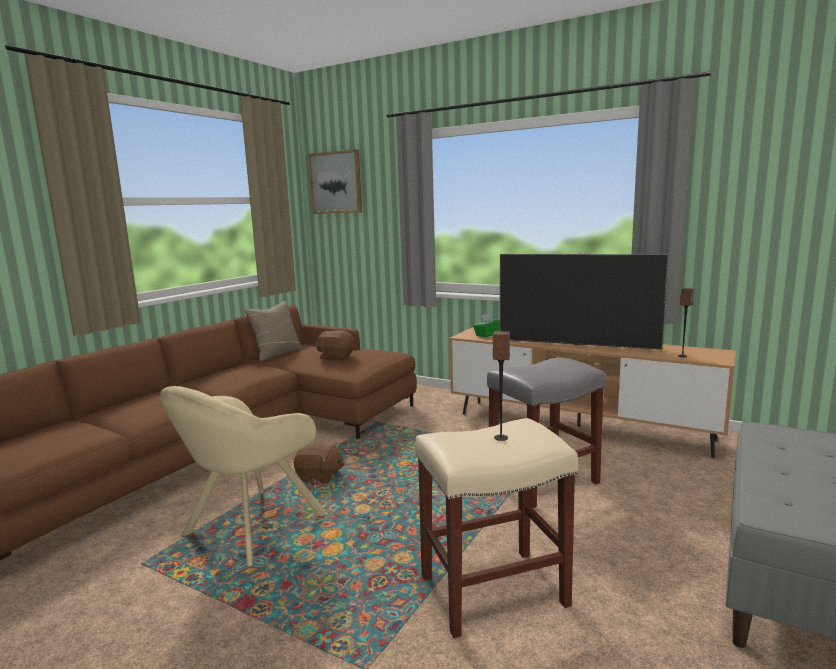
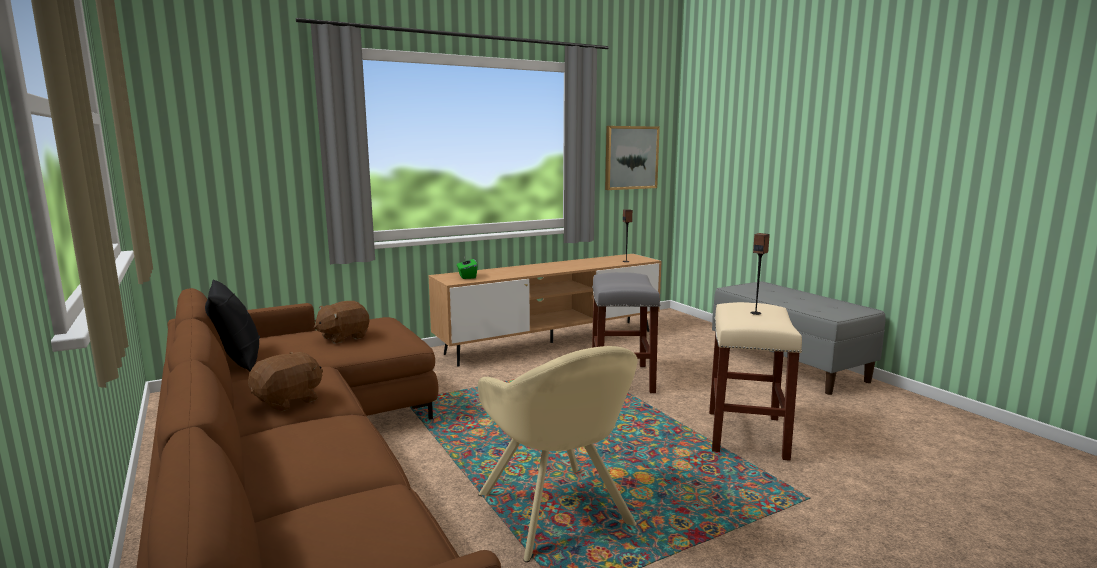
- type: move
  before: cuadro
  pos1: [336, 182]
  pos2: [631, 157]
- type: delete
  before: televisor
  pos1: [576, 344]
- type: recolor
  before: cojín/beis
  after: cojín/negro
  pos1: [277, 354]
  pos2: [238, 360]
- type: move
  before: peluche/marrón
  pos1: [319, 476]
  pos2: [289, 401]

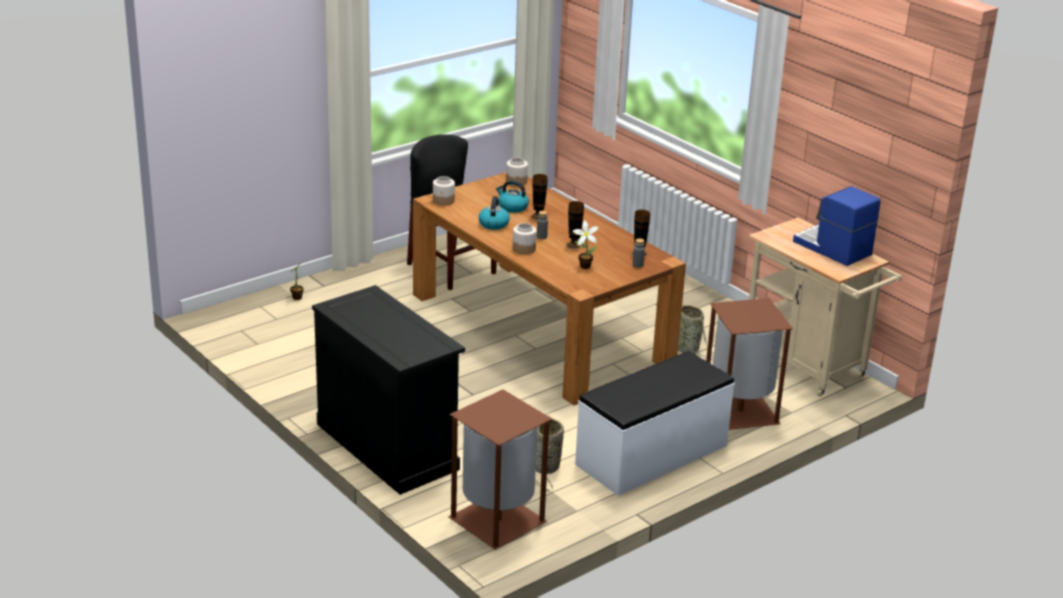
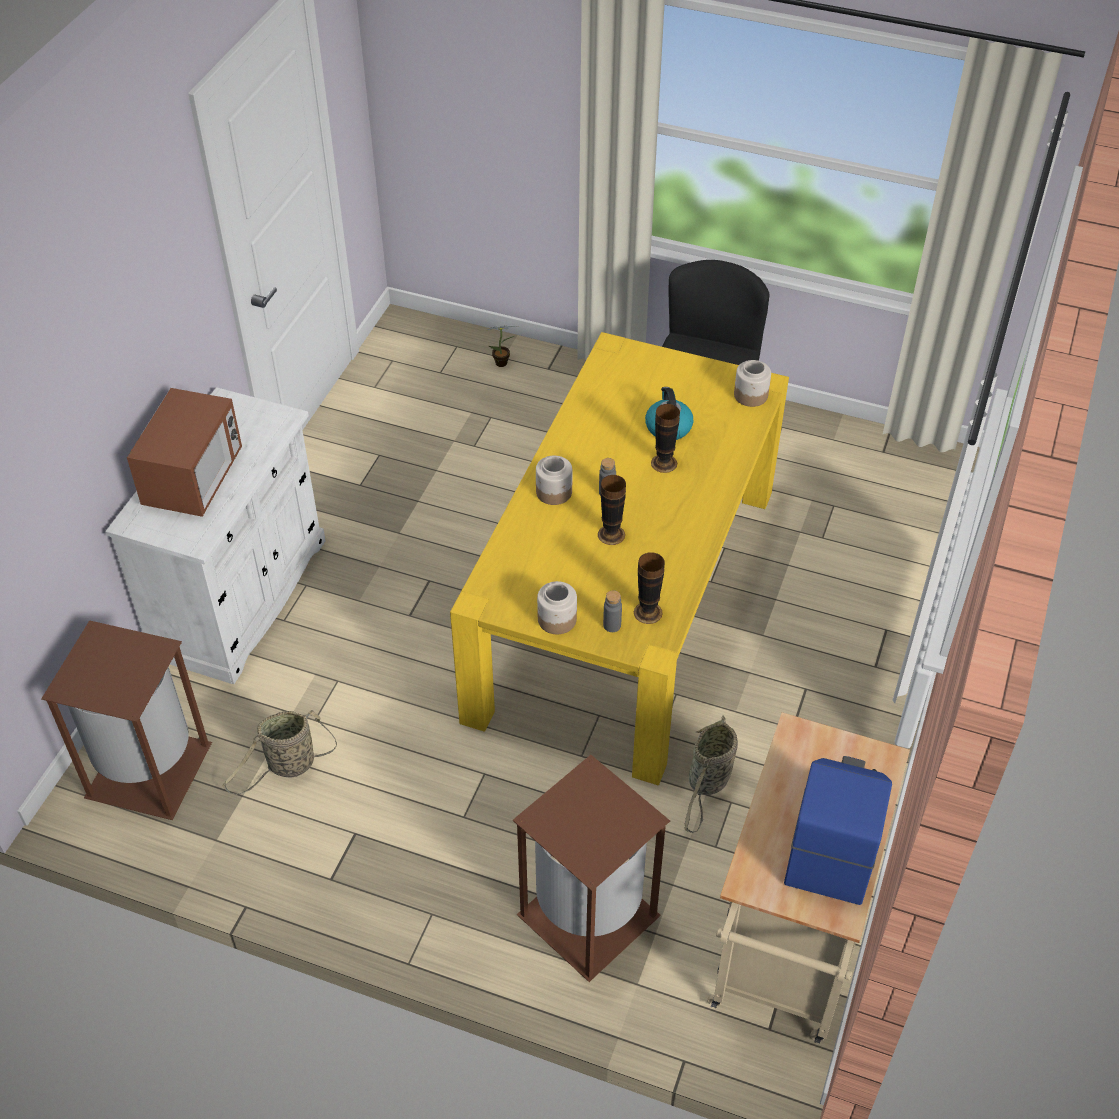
- type: recolor
  before: mesa de comedor/marrón
  after: mesa de comedor/amarillo
  pos1: [540, 328]
  pos2: [625, 601]
- type: move
  before: tarro
  pos1: [443, 201]
  pos2: [556, 620]
- type: delete
  before: hervidor
  pos1: [493, 224]
- type: delete
  before: planta en maceta
  pos1: [583, 266]
- type: recolor
  before: armario/negro
  after: armario/blanco
  pos1: [387, 446]
  pos2: [240, 597]
- type: delete
  before: banco/blanco
  pos1: [652, 455]
- type: insert
  after: microondas
  pos2: [194, 480]

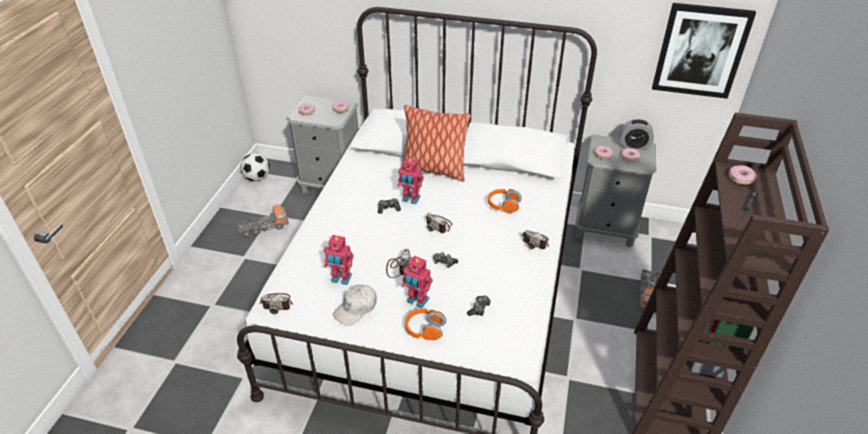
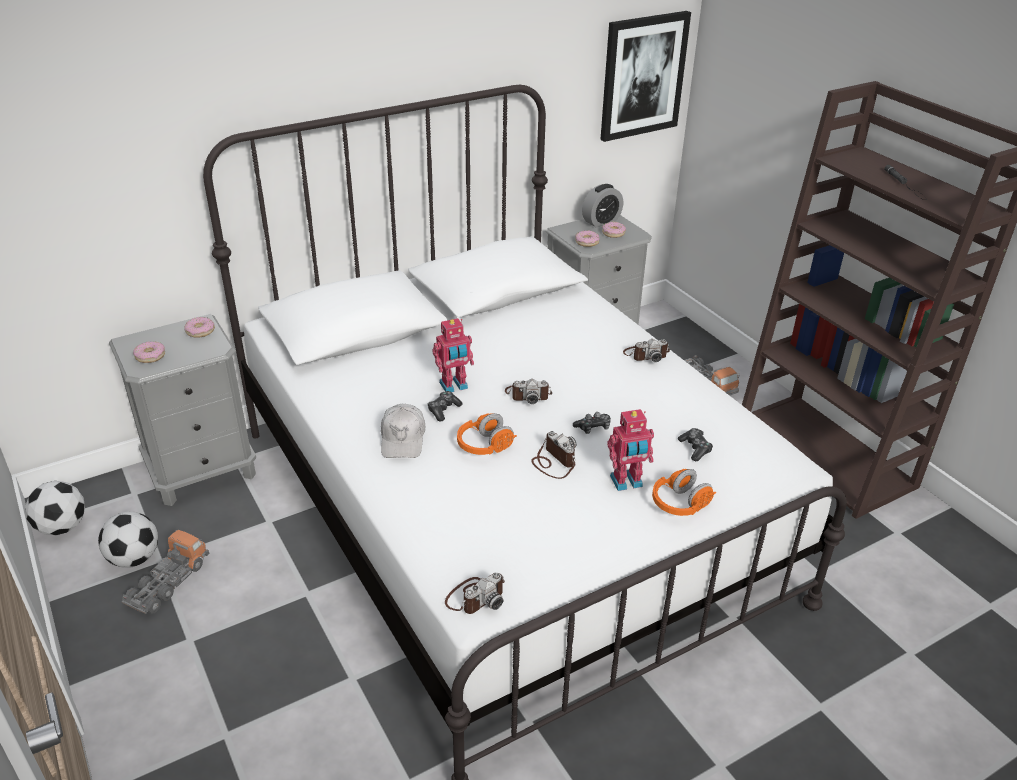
- type: delete
  before: cojín
  pos1: [434, 170]
- type: delete
  before: rosquilla
  pos1: [741, 178]
- type: move
  before: auriculares/naranja
  pos1: [503, 206]
  pos2: [484, 446]
- type: delete
  before: robot de juguete
  pos1: [341, 279]
- type: move
  before: gorra/blanco
  pos1: [356, 308]
  pos2: [403, 439]
- type: insert
  after: balón de fútbol
  pos2: [134, 558]

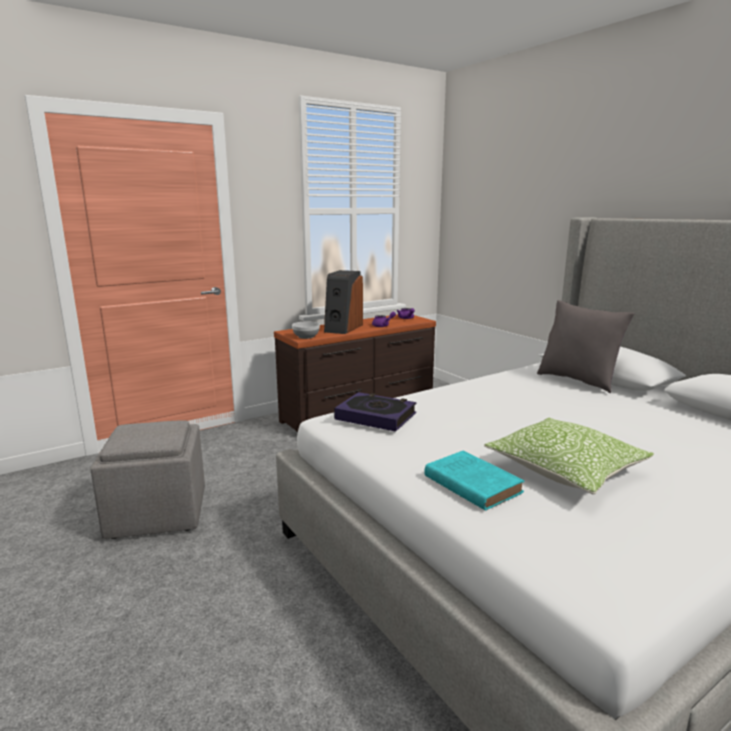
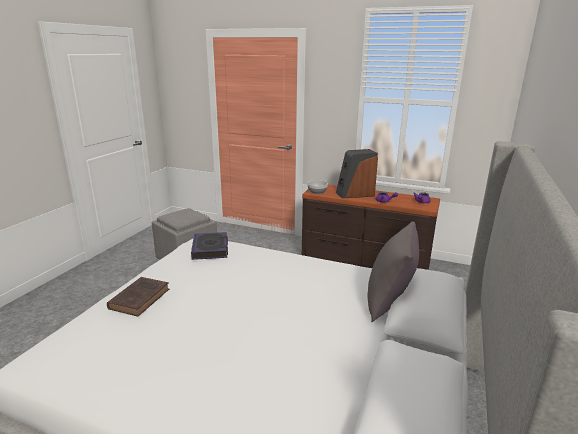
- type: delete
  before: cojín
  pos1: [565, 469]
- type: recolor
  before: libro/turquesa
  after: libro/marrón
  pos1: [470, 483]
  pos2: [140, 298]

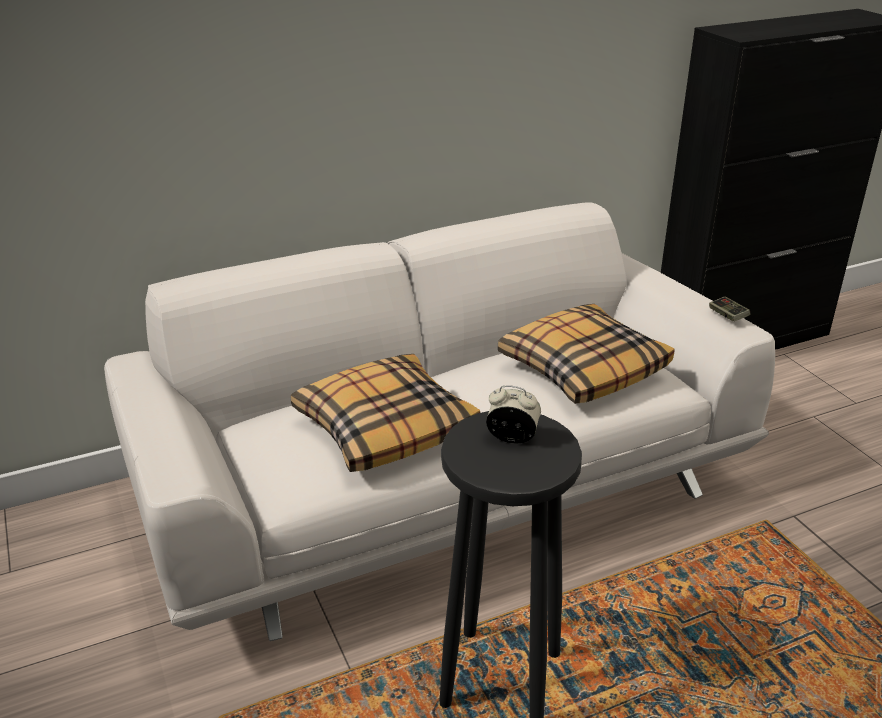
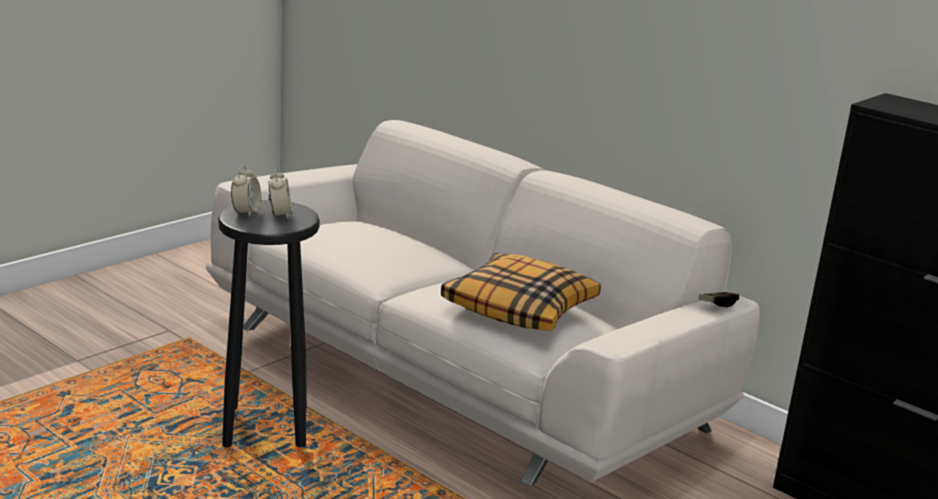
- type: move
  before: mando de consola
  pos1: [727, 316]
  pos2: [717, 304]
- type: delete
  before: cojín
  pos1: [384, 426]
- type: insert
  after: despertador
  pos2: [246, 212]

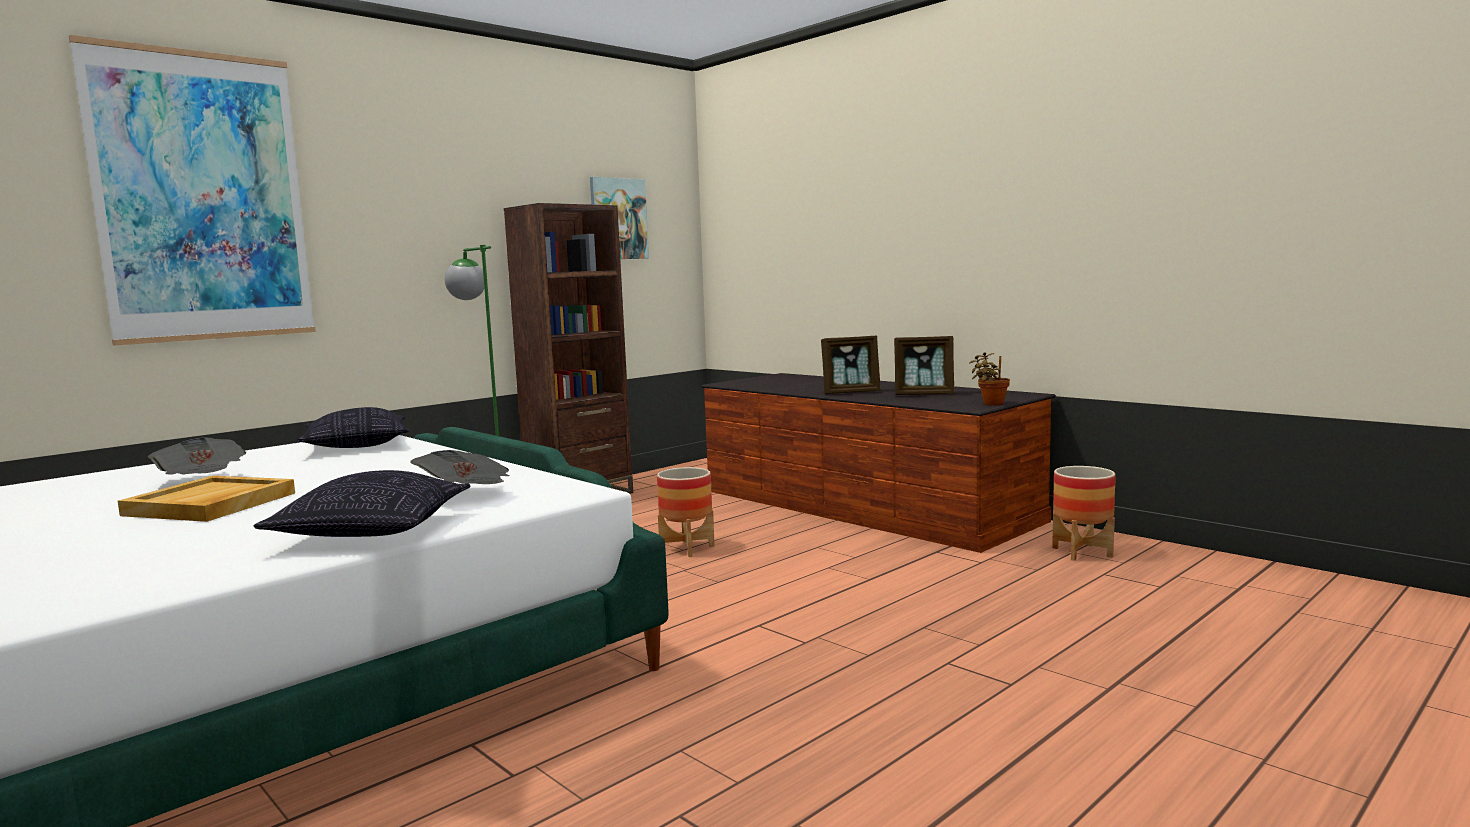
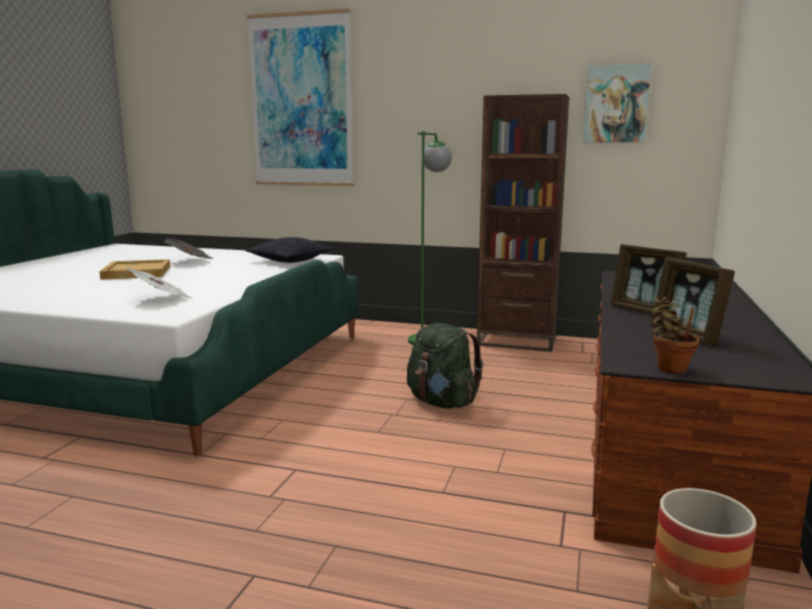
- type: replace
  before: maceta
  after: mochila/verde
  pos1: [687, 548]
  pos2: [442, 402]
- type: delete
  before: cojín
  pos1: [371, 532]

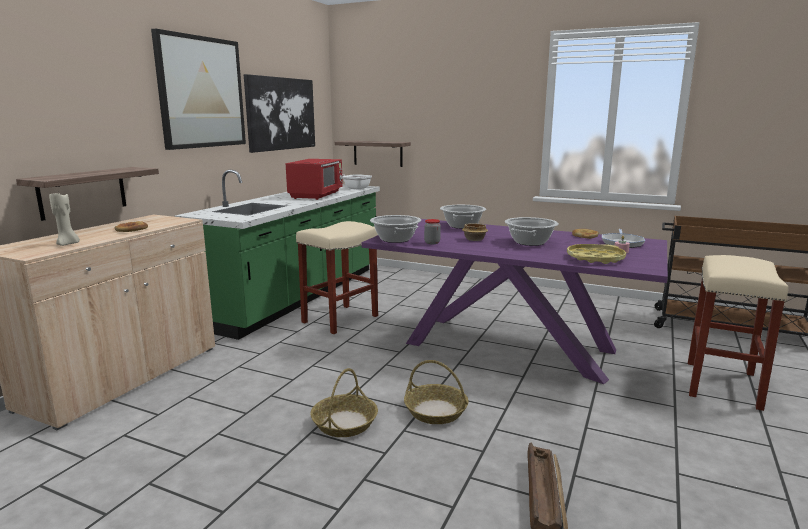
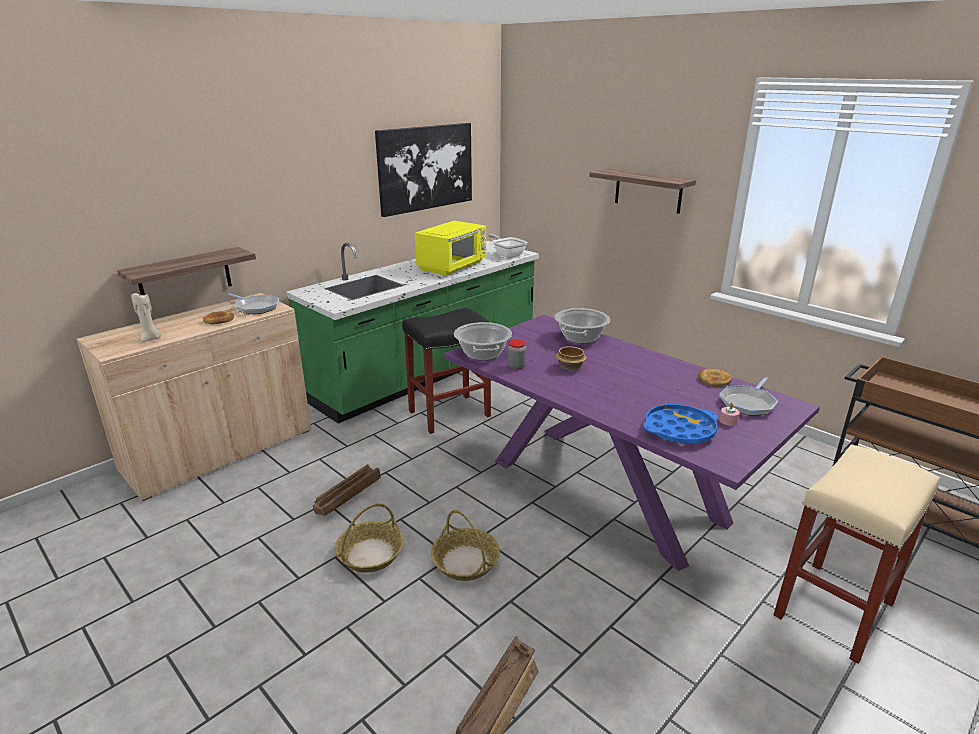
- type: delete
  before: cuadro
  pos1: [201, 92]
- type: move
  before: estante
  pos1: [378, 153]
  pos2: [648, 191]
- type: recolor
  before: microondas/rojo
  after: microondas/amarillo
  pos1: [317, 195]
  pos2: [453, 266]
- type: delete
  before: olla
  pos1: [529, 242]
- type: recolor
  before: taburete/beis
  after: taburete/negro
  pos1: [340, 319]
  pos2: [450, 413]
- type: recolor
  before: bandeja/amarillo
  after: bandeja/azul
  pos1: [595, 258]
  pos2: [679, 430]
- type: insert
  after: sartén
  pos2: [256, 307]
- type: insert
  after: caja de embalaje
  pos2: [347, 496]

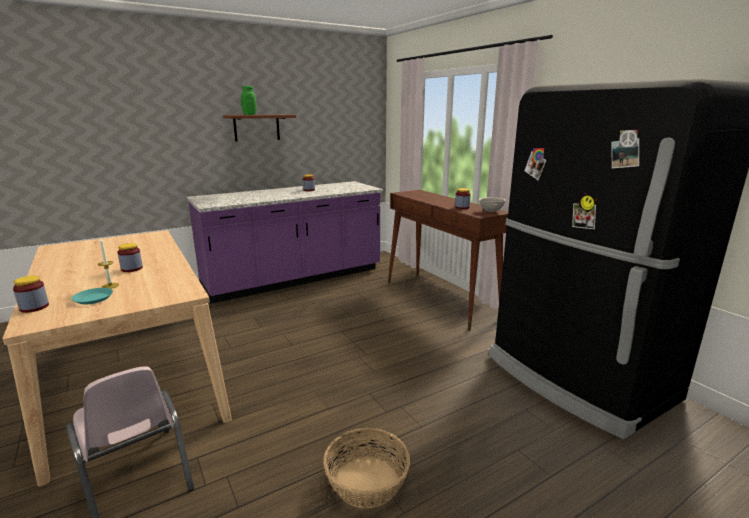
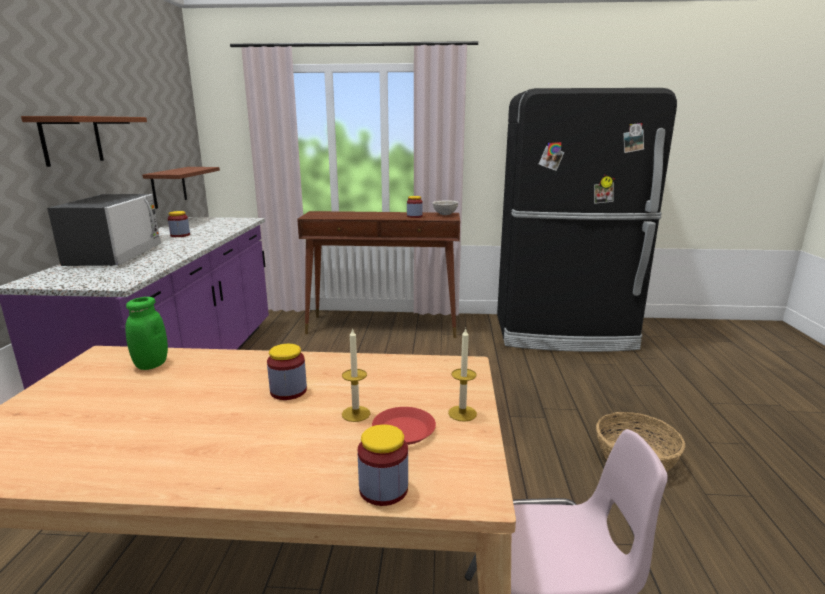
- type: move
  before: tarro/verde
  pos1: [249, 114]
  pos2: [151, 364]
- type: recolor
  before: plato/turquesa
  after: plato/rojo
  pos1: [93, 299]
  pos2: [404, 431]
- type: insert
  after: estante/marrón
  pos2: [169, 187]
- type: insert
  after: microondas
  pos2: [115, 255]
- type: insert
  after: vela
  pos2: [462, 413]

